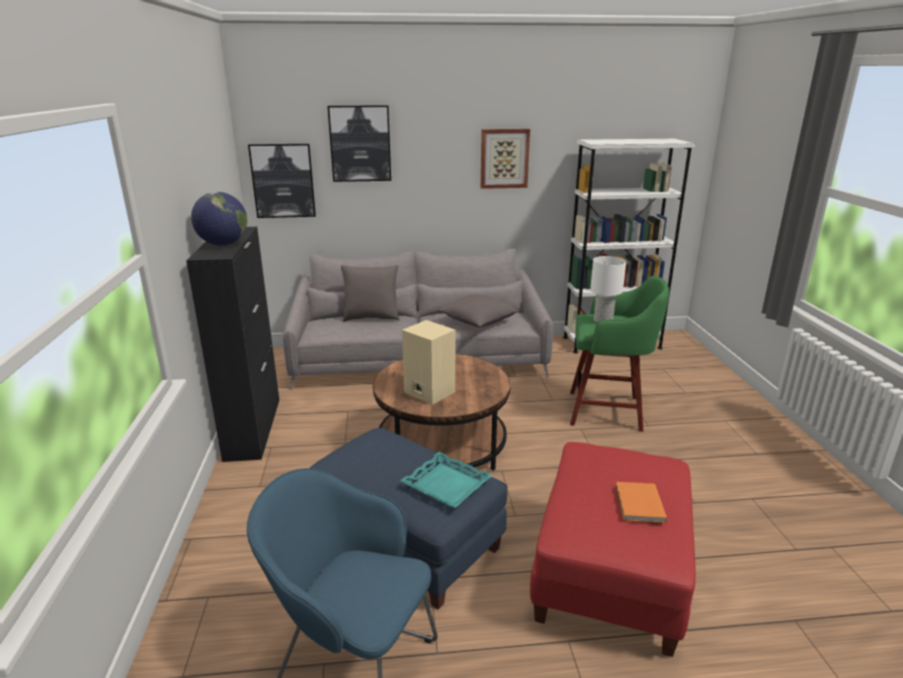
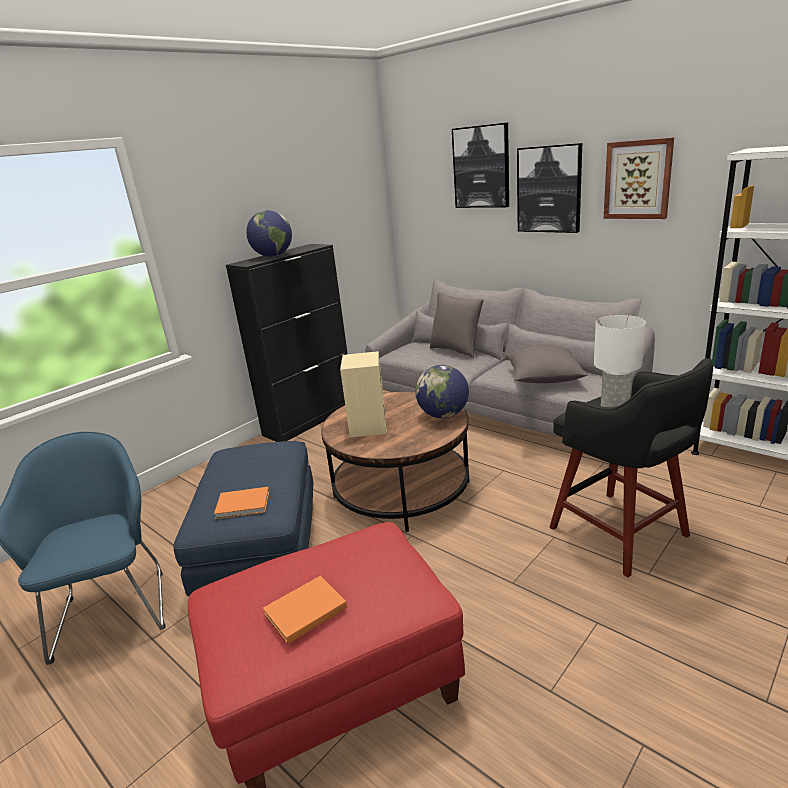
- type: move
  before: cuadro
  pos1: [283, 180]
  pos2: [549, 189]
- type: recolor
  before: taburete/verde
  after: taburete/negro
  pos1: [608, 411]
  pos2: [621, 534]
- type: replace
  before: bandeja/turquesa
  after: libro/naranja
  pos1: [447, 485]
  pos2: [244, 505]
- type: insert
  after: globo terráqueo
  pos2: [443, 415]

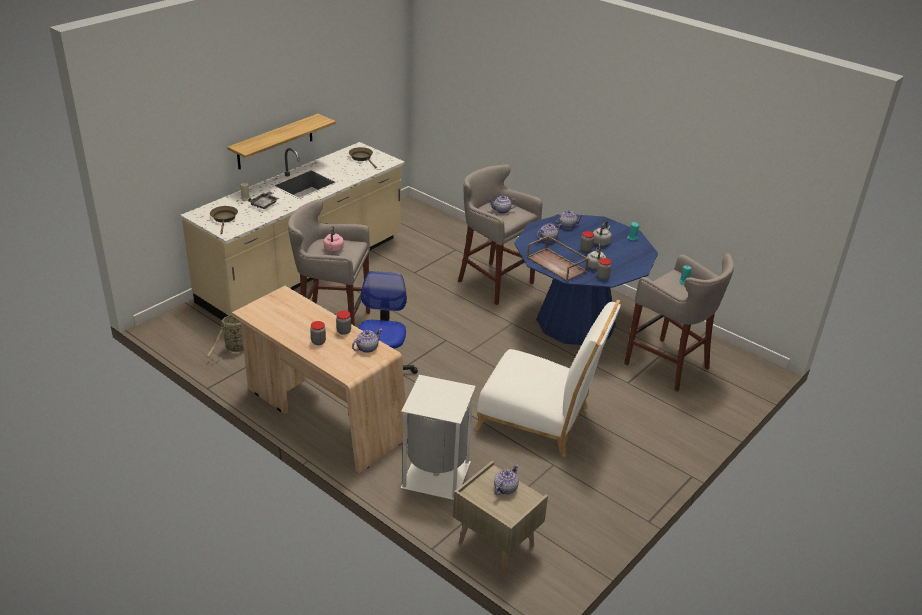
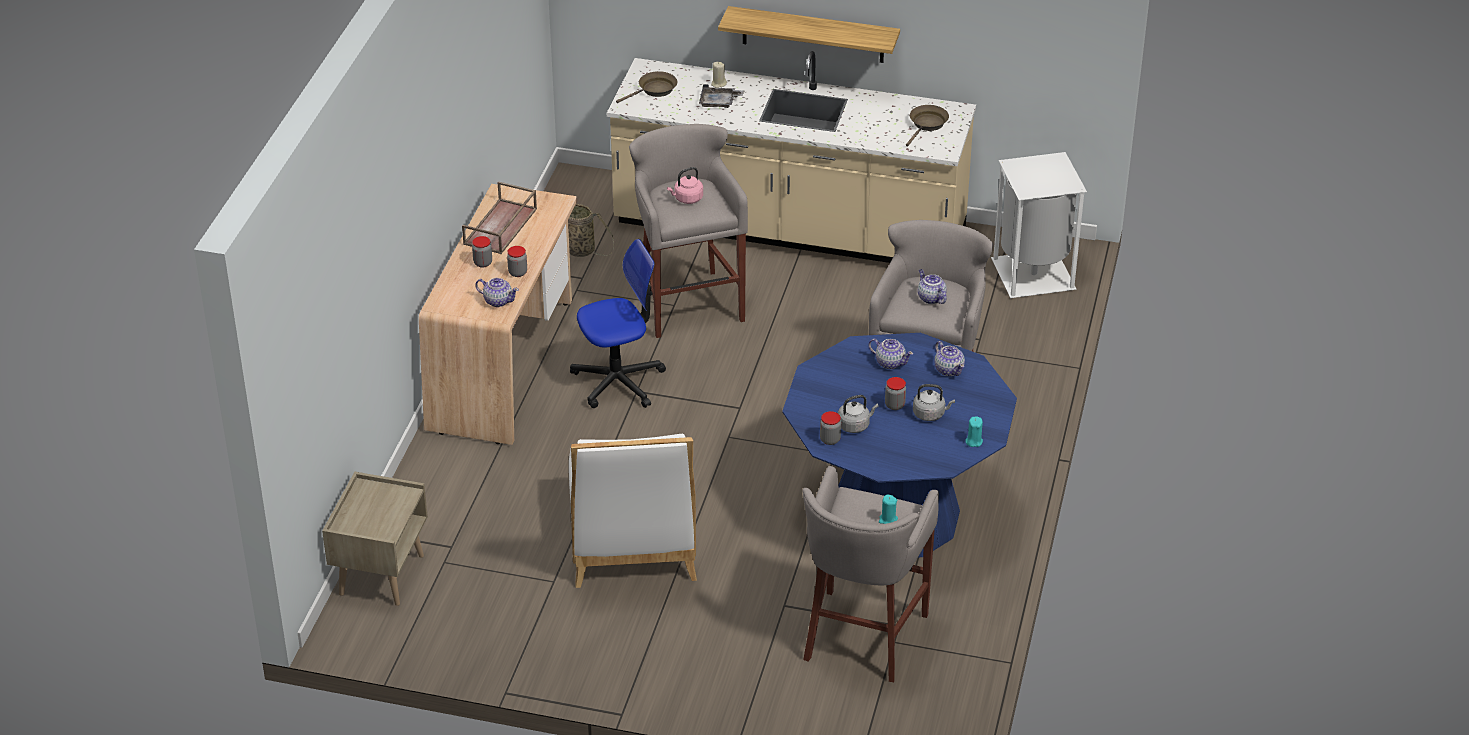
- type: move
  before: bandeja/marrón
  pos1: [557, 264]
  pos2: [501, 227]
- type: move
  before: papelera/blanco
  pos1: [437, 474]
  pos2: [1035, 274]
- type: delete
  before: tetera
  pos1: [505, 488]

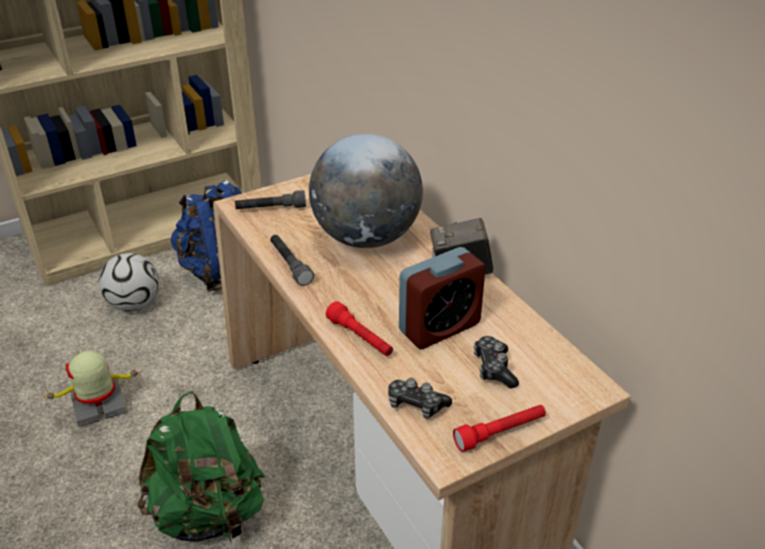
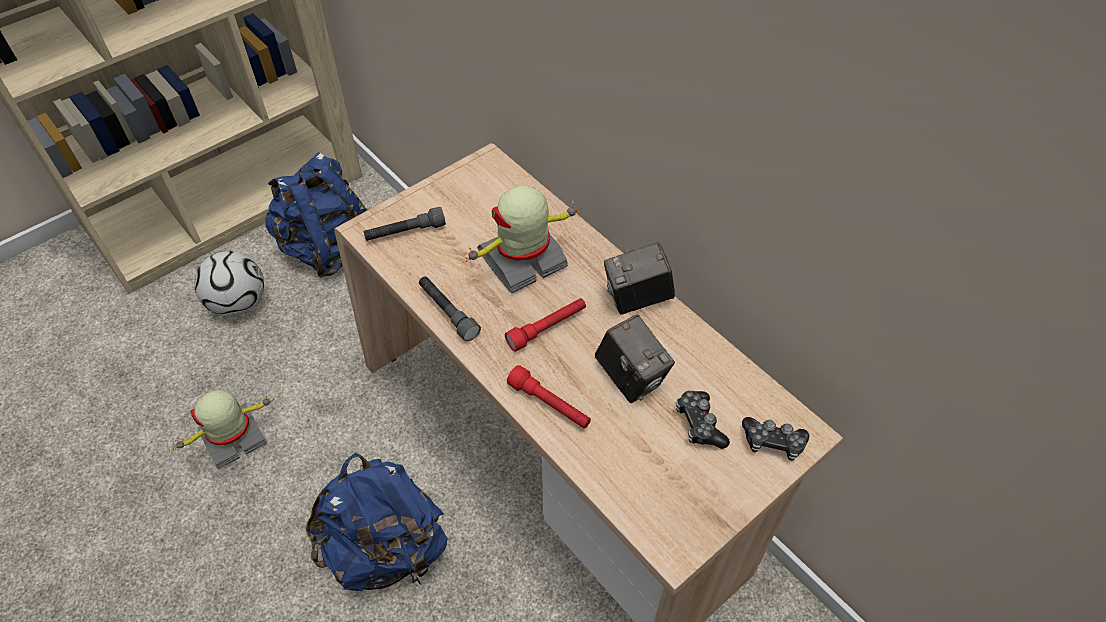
- type: replace
  before: globo terráqueo
  after: robot de juguete
  pos1: [366, 238]
  pos2: [523, 261]
- type: replace
  before: despertador
  after: cámara
  pos1: [439, 327]
  pos2: [631, 377]
- type: move
  before: mando de consola
  pos1: [416, 404]
  pos2: [773, 443]
- type: recolor
  before: mochila/verde
  after: mochila/azul
  pos1: [208, 514]
  pos2: [386, 549]
- type: move
  before: linterna/rojo
  pos1: [500, 433]
  pos2: [547, 328]

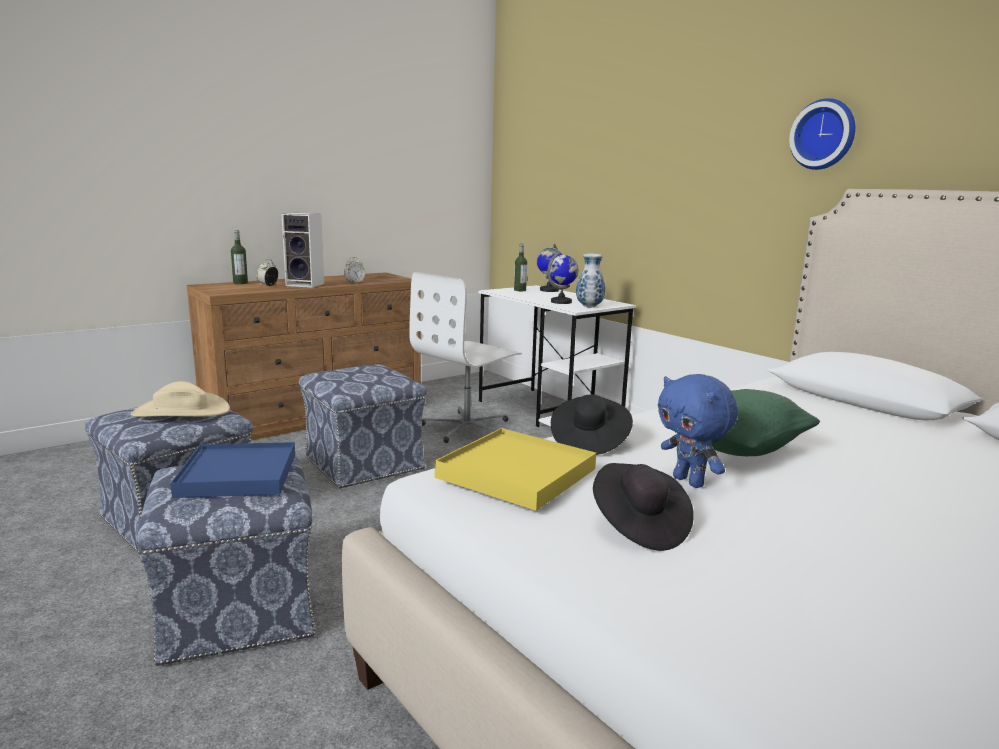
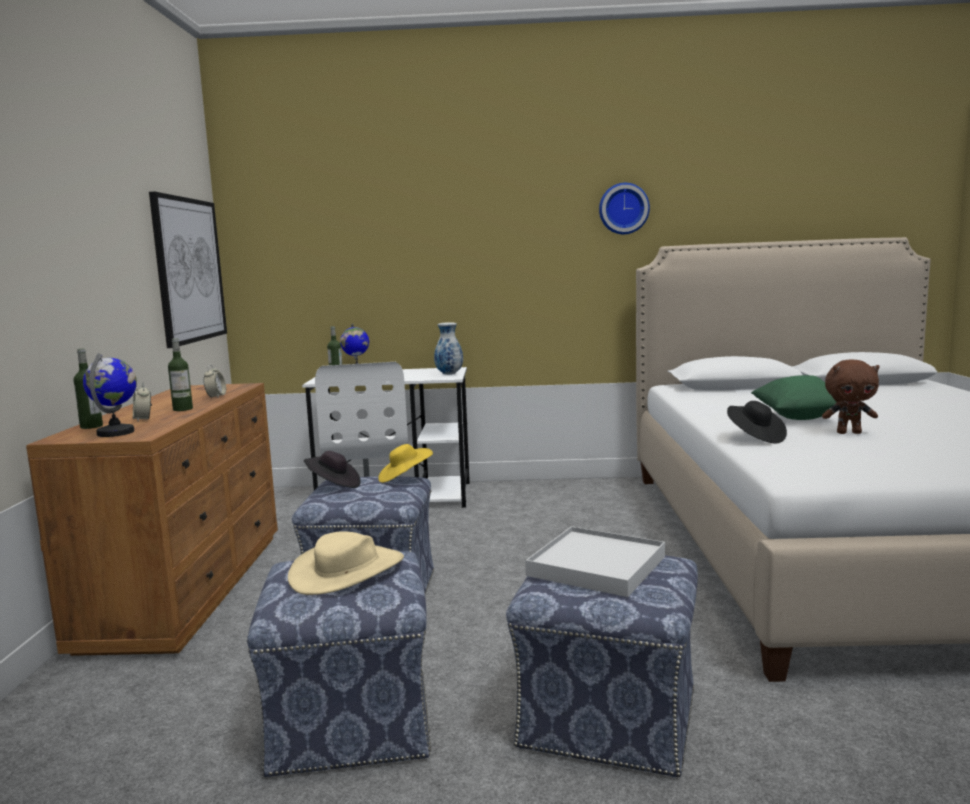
- type: replace
  before: altavoz
  after: botella
  pos1: [306, 285]
  pos2: [183, 409]
- type: move
  before: globo terráqueo
  pos1: [561, 302]
  pos2: [116, 433]
- type: recolor
  before: peluche/azul
  after: peluche/marrón
  pos1: [690, 481]
  pos2: [849, 433]
- type: delete
  before: bandeja/amarillo
  pos1: [516, 473]
- type: recolor
  before: bandeja/azul
  after: bandeja/blanco
  pos1: [238, 475]
  pos2: [597, 566]
- type: move
  before: sombrero/negro
  pos1: [639, 526]
  pos2: [333, 485]
- type: insert
  after: cuadro
  pos2: [189, 270]
- type: insert
  after: sombrero/amarillo
  pos2: [404, 478]

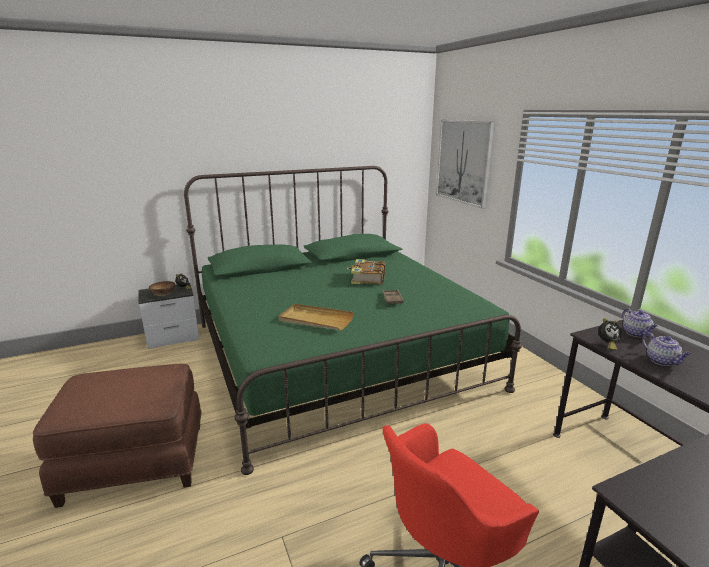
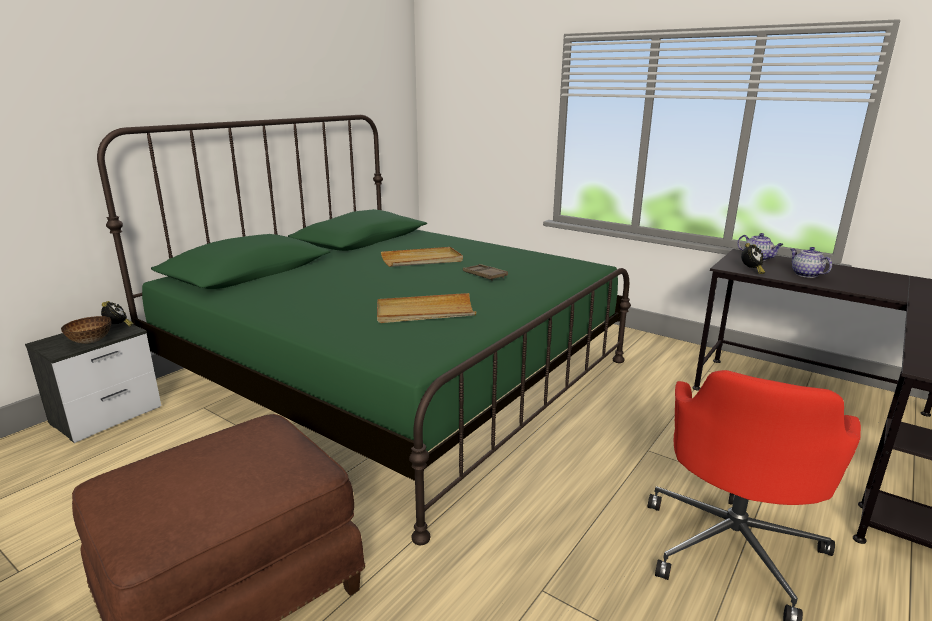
- type: delete
  before: cuadro
  pos1: [463, 162]
- type: replace
  before: libro
  after: bandeja/beis
  pos1: [367, 278]
  pos2: [422, 260]
- type: rotate
  before: tetera
  pos1: [662, 361]
  pos2: [805, 274]
  turn: -150

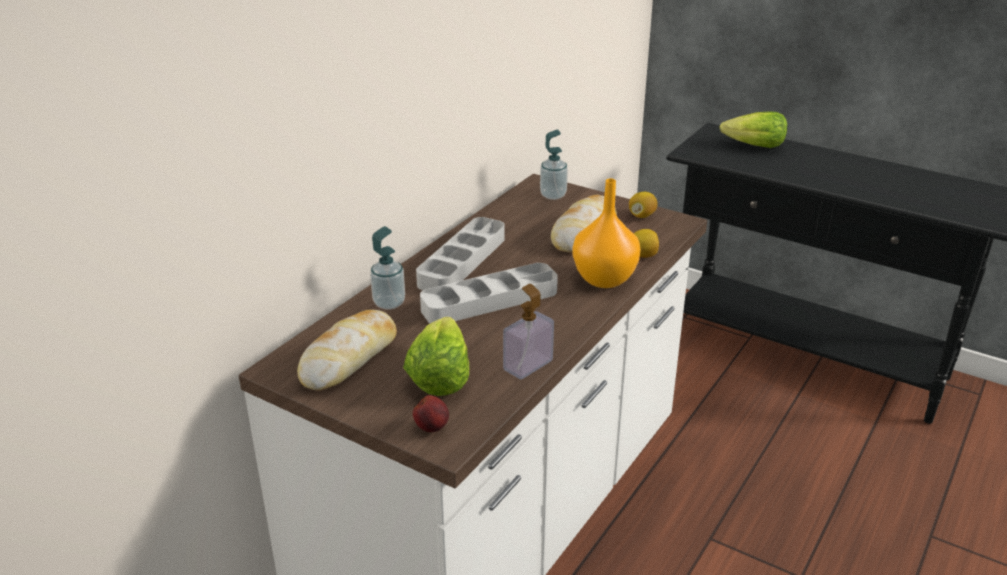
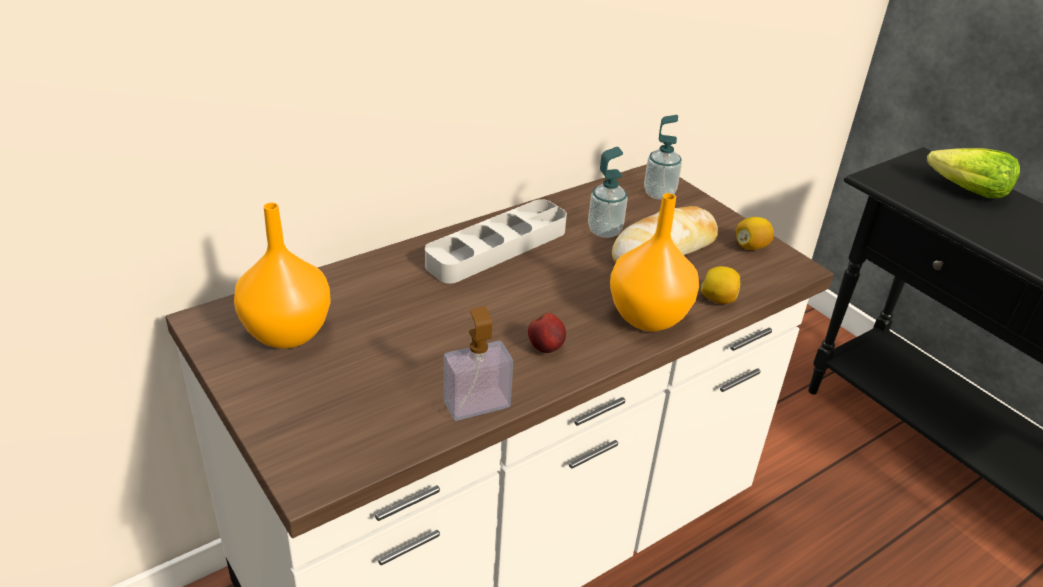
- type: move
  before: dispensador de jabón
  pos1: [389, 303]
  pos2: [604, 231]
- type: delete
  before: bandeja/gris
  pos1: [490, 300]
- type: replace
  before: pan
  after: florero/naranja
  pos1: [349, 358]
  pos2: [288, 332]
- type: delete
  before: lechuga
  pos1: [439, 376]
- type: move
  before: manzana
  pos1: [432, 427]
  pos2: [546, 348]

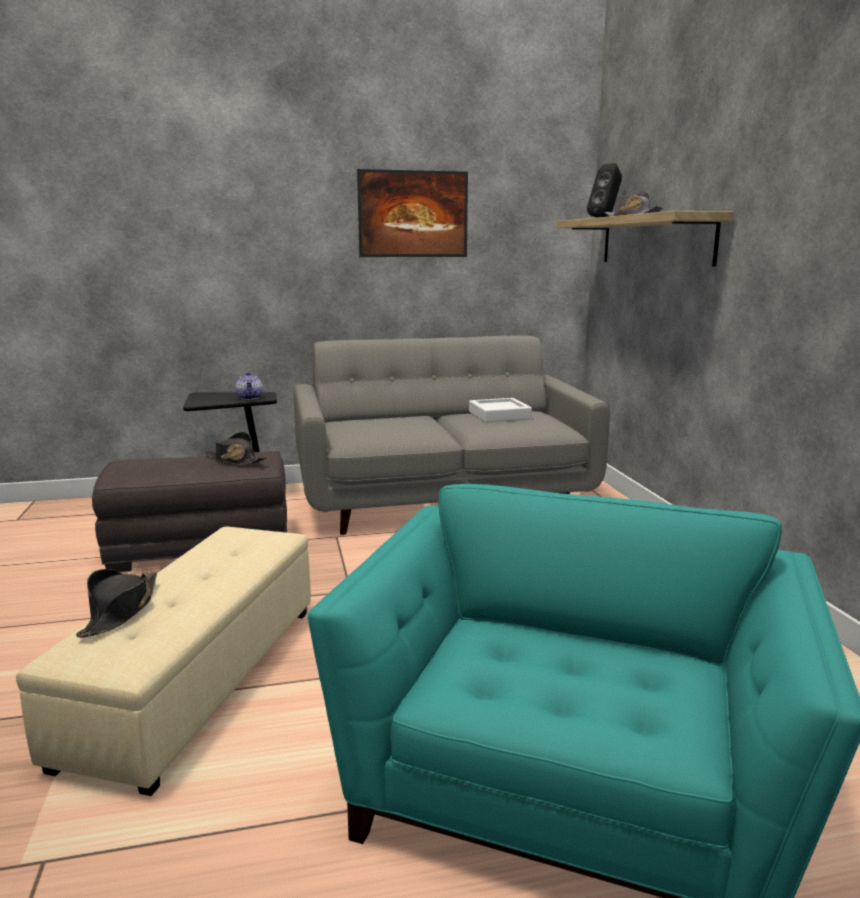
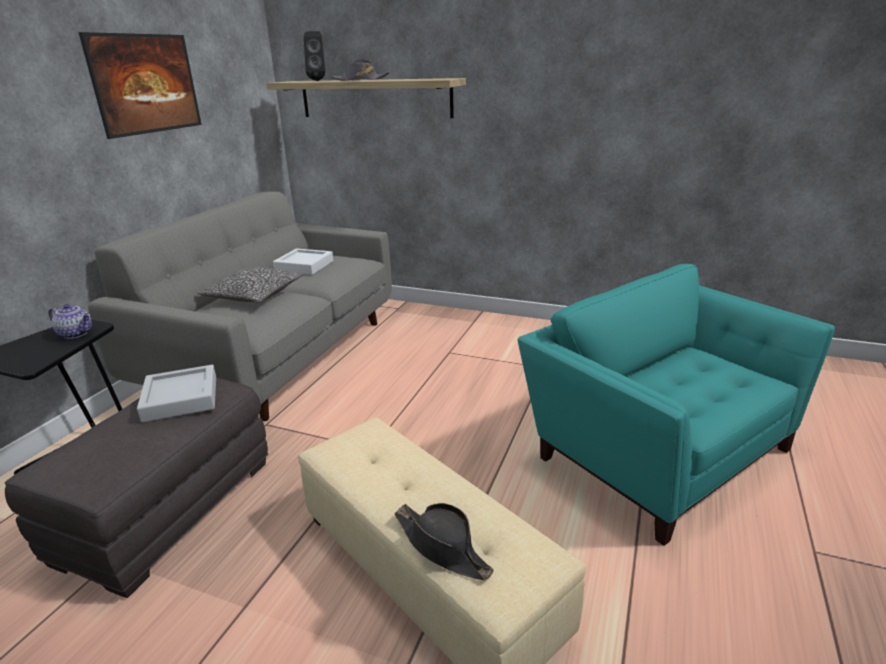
- type: replace
  before: sombrero/negro
  after: bandeja/gris
  pos1: [235, 460]
  pos2: [181, 398]
- type: insert
  after: cojín
  pos2: [254, 295]

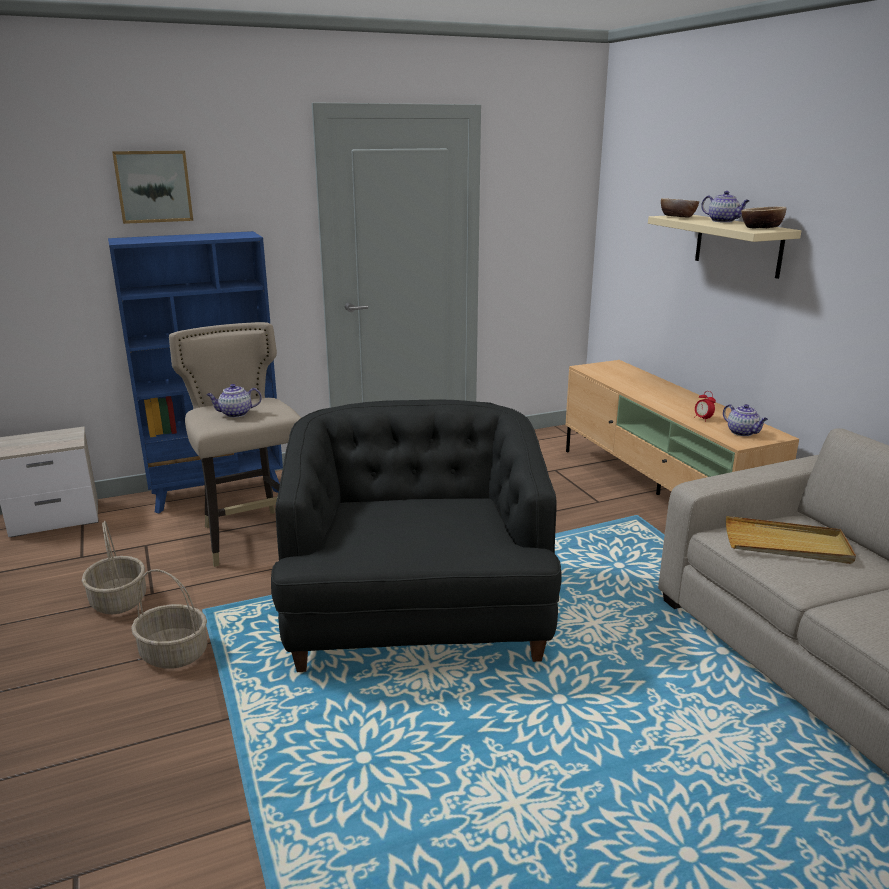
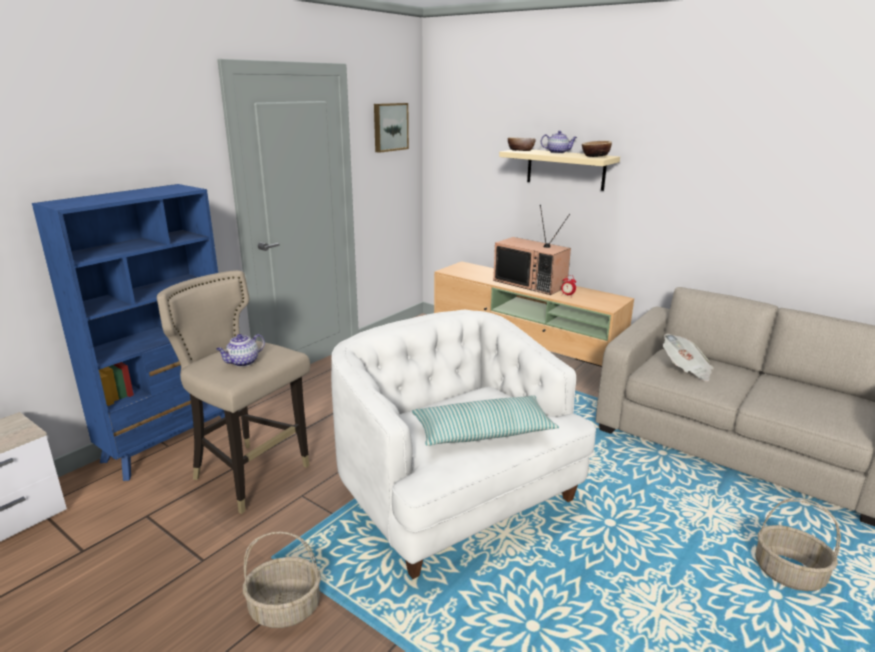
- type: move
  before: cuadro
  pos1: [153, 186]
  pos2: [389, 127]
- type: recolor
  before: sillón/negro
  after: sillón/blanco
  pos1: [416, 615]
  pos2: [455, 496]
- type: delete
  before: tetera
  pos1: [743, 433]
- type: replace
  before: bandeja/beis
  after: periódico
  pos1: [787, 545]
  pos2: [686, 370]
- type: move
  before: cesta
  pos1: [119, 601]
  pos2: [789, 573]
- type: insert
  after: televisor
  pos2: [531, 283]
- type: insert
  after: cojín
  pos2: [483, 432]

